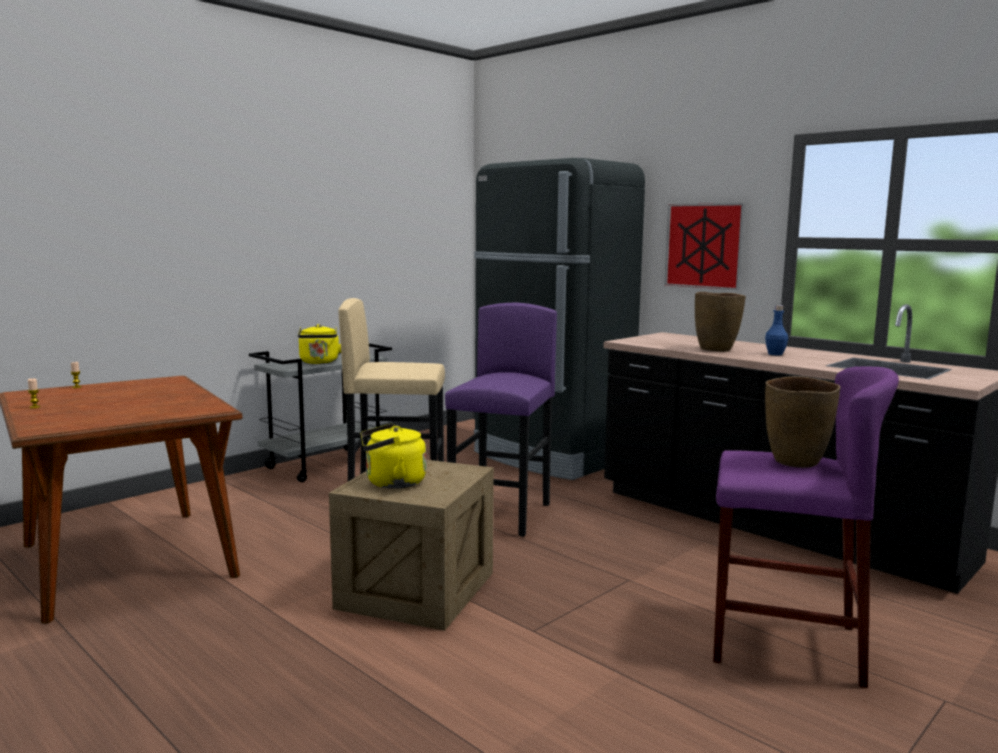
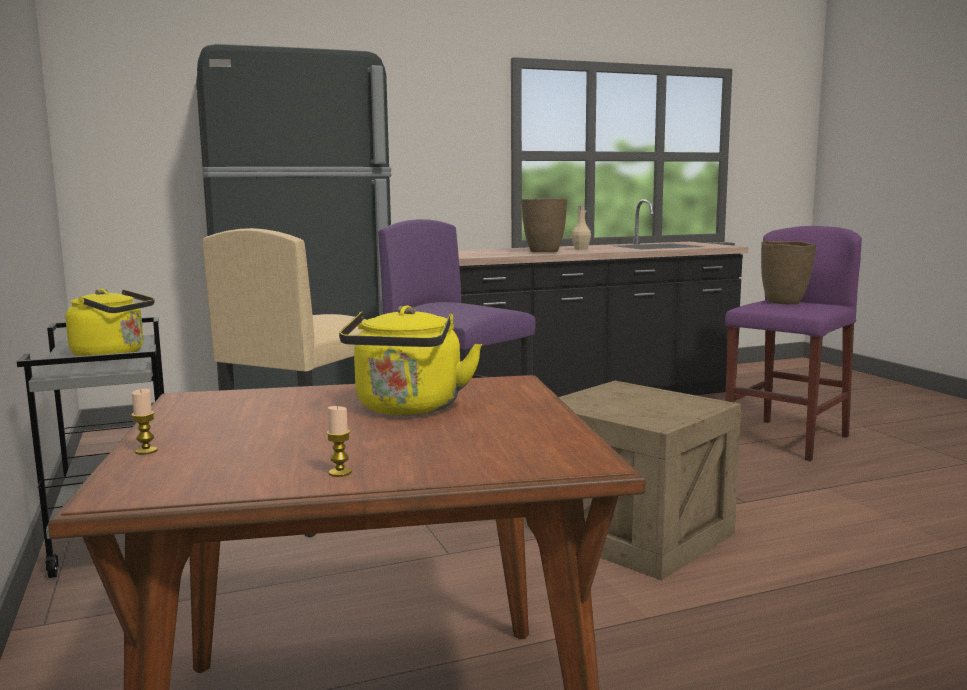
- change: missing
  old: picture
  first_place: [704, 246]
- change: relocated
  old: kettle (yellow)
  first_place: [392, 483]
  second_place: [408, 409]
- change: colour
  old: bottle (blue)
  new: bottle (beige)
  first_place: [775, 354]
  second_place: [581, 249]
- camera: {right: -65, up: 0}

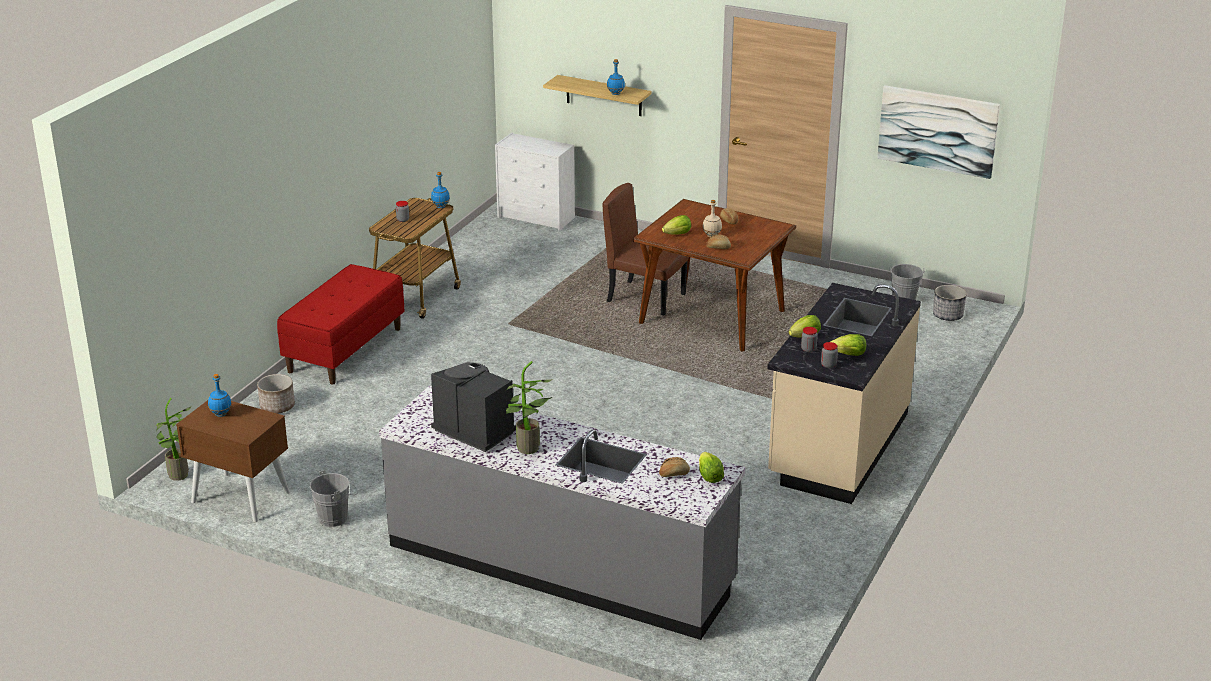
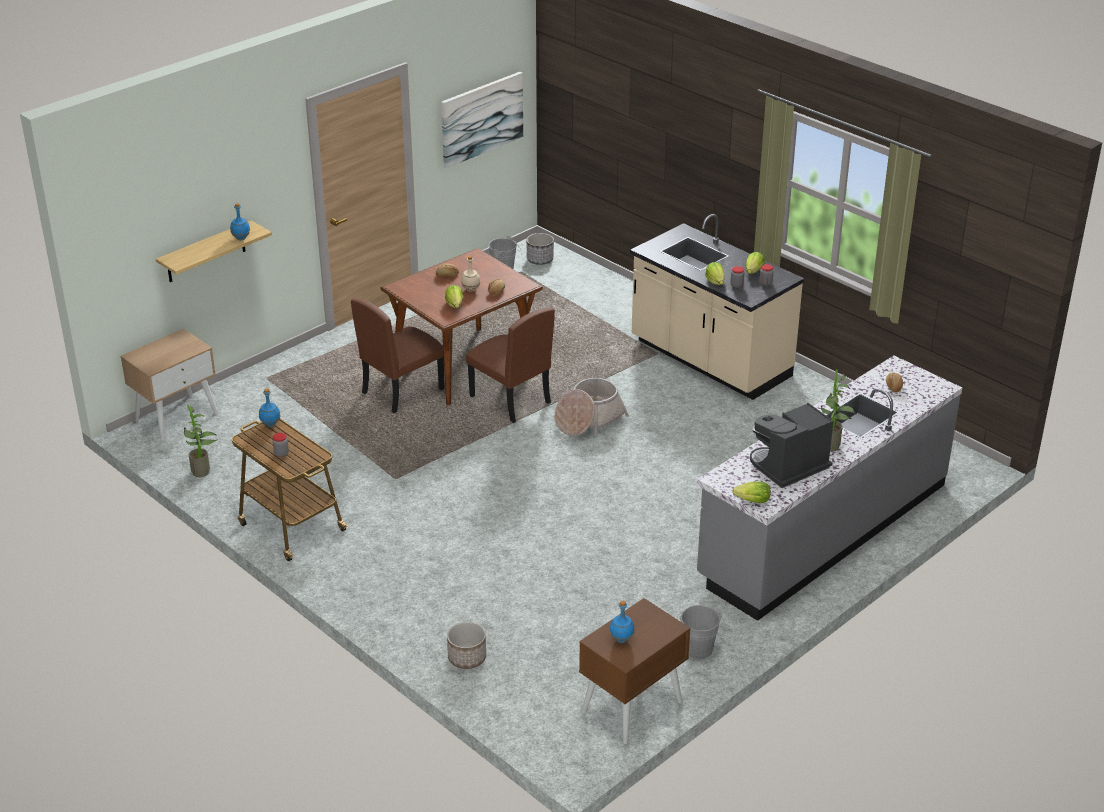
- change: missing
  old: bench (red)
  first_place: [345, 350]
- change: appeared
  new: chair (brown)
  second_place: [509, 400]
- change: appeared
  new: basket
  second_place: [588, 419]
- change: relocated
  old: potted plant
  first_place: [179, 476]
  second_place: [203, 471]
- change: relocated
  old: lettuce
  first_place: [709, 477]
  second_place: [753, 501]
- change: exchanged
  old: dresser (white)
  new: nightstand (beige)
  first_place: [537, 217]
  second_place: [177, 416]
- camera: {right: -70, up: 5}

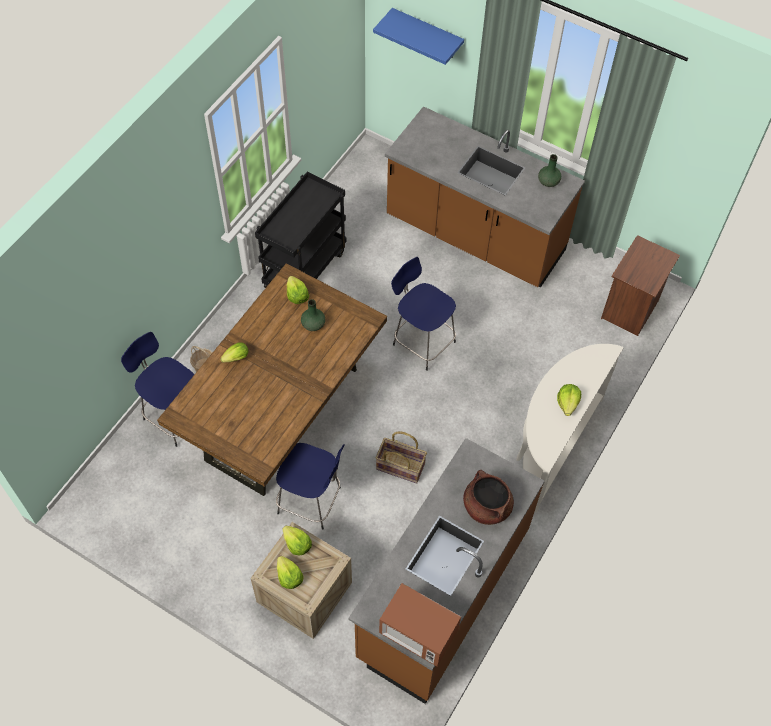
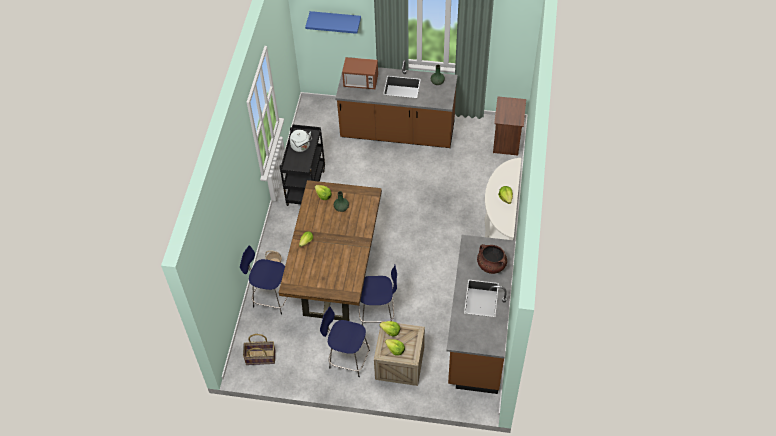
- change: appeared
  new: kettle (white)
  second_place: [301, 147]
- change: relocated
  old: basket
  first_place: [401, 466]
  second_place: [260, 357]
- change: relocated
  old: microwave
  first_place: [418, 633]
  second_place: [360, 82]
- change: relocated
  old: stool (blue)
  first_place: [422, 342]
  second_place: [348, 358]
- camera: {right: -20, up: -5}

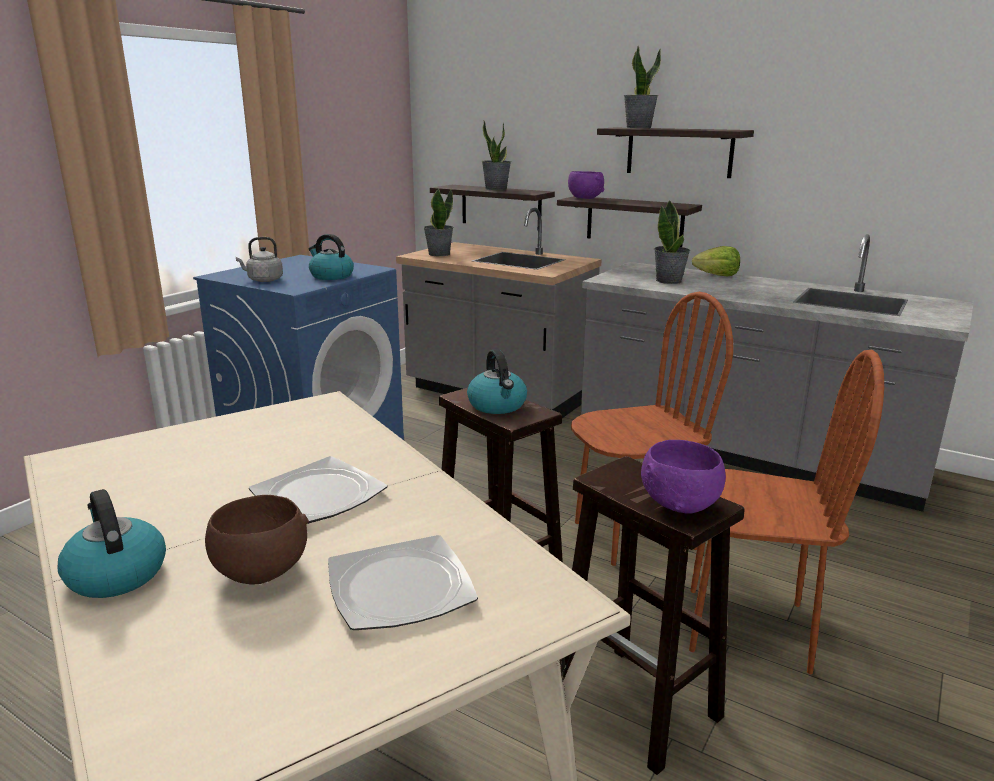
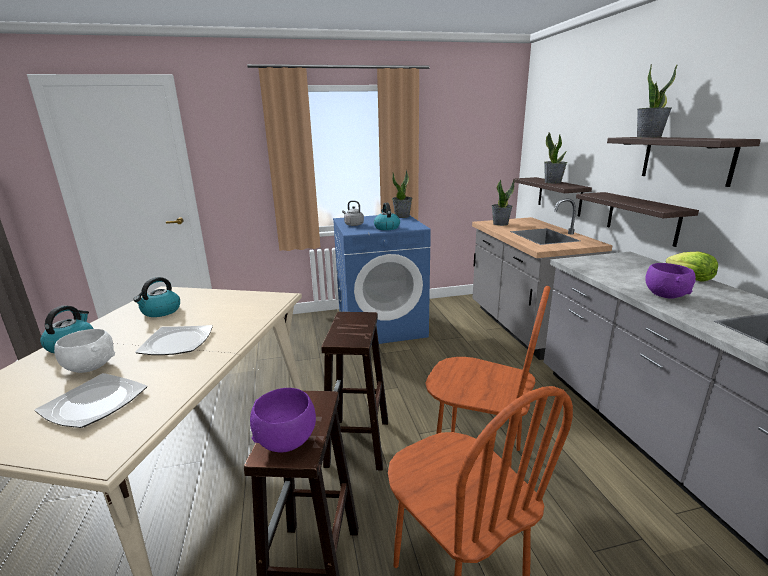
- change: relocated
  old: kettle
  first_place: [497, 405]
  second_place: [161, 311]
- change: relocated
  old: bowl (purple)
  first_place: [585, 198]
  second_place: [665, 295]
- change: relocated
  old: potted plant
  first_place: [669, 281]
  second_place: [402, 216]
- change: colour
  old: bowl (brown)
  new: bowl (white)
  first_place: [259, 572]
  second_place: [90, 367]
- camera: {right: 45, up: 0}

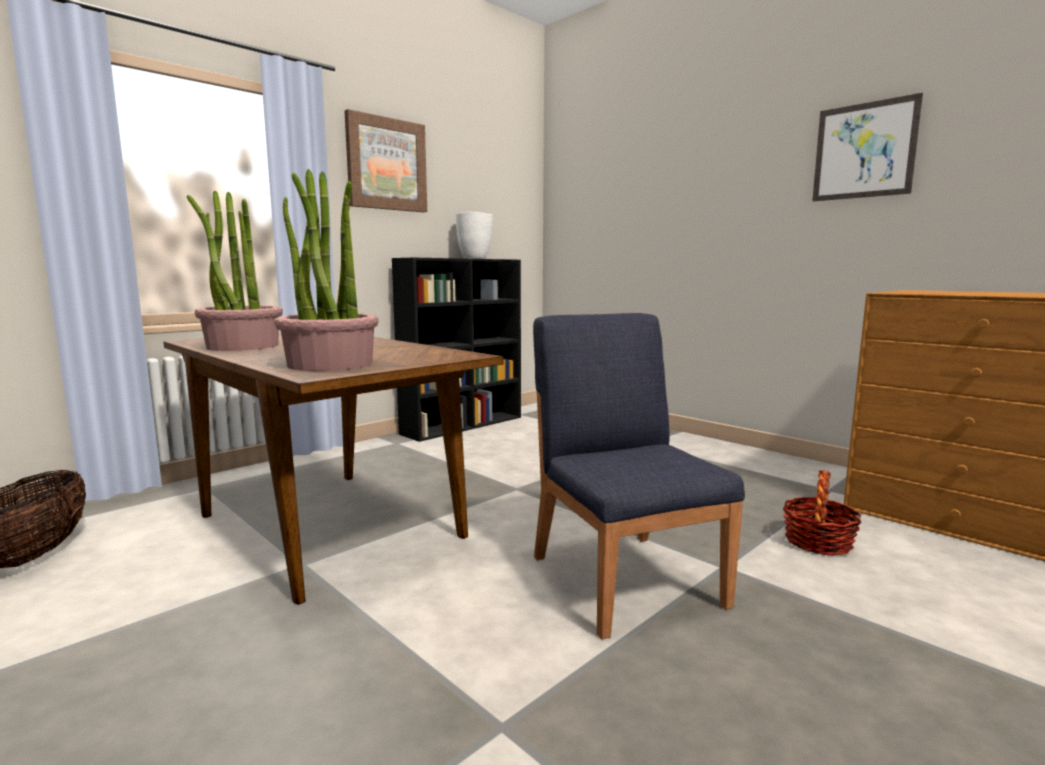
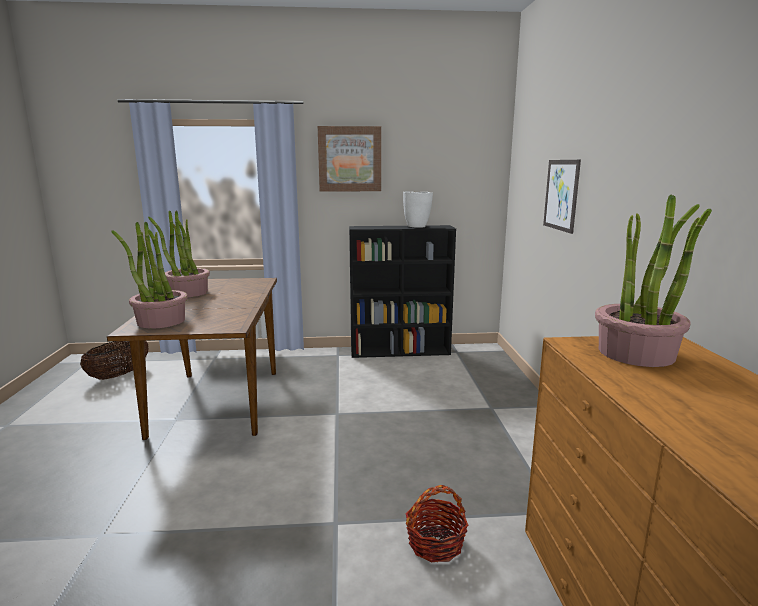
- change: missing
  old: chair (blue)
  first_place: [625, 578]
- change: appeared
  new: potted plant
  second_place: [636, 353]
- change: relocated
  old: picture
  first_place: [864, 151]
  second_place: [561, 195]
- camera: {right: 40, up: 5}

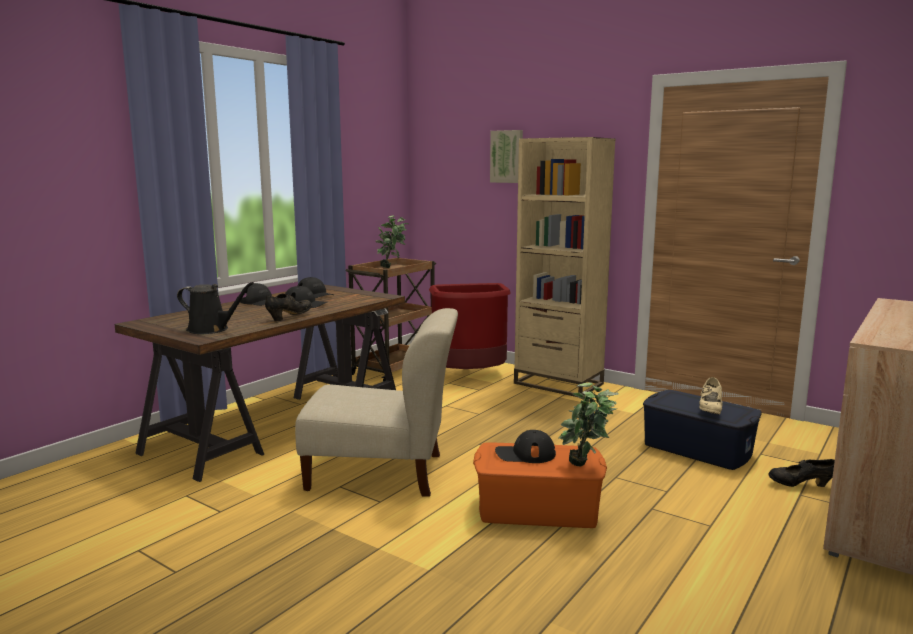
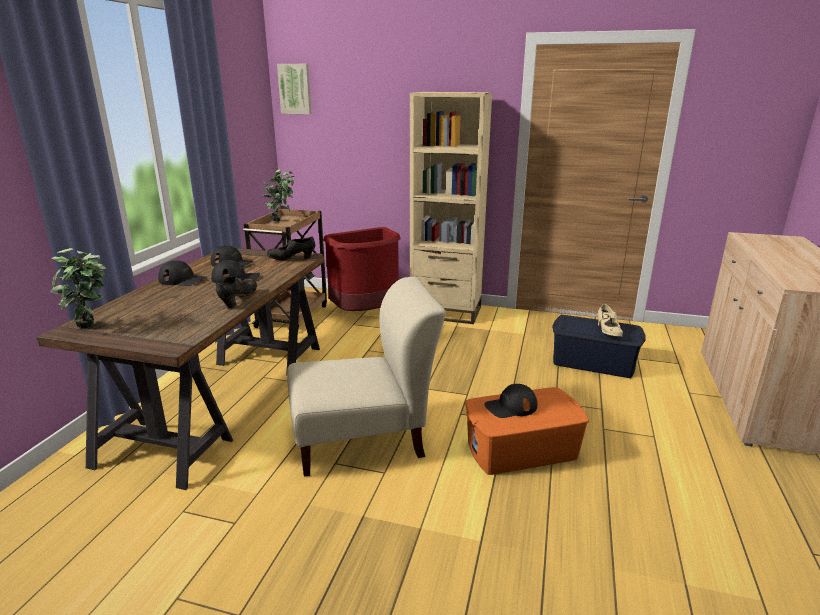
- change: missing
  old: watering can (black)
  first_place: [211, 329]
- change: relocated
  old: picture
  first_place: [507, 156]
  second_place: [295, 89]
- change: relocated
  old: potted plant
  first_place: [586, 467]
  second_place: [91, 328]
- change: relocated
  old: shoe (black)
  first_place: [800, 485]
  second_place: [292, 259]
- camera: {right: -20, up: 10}

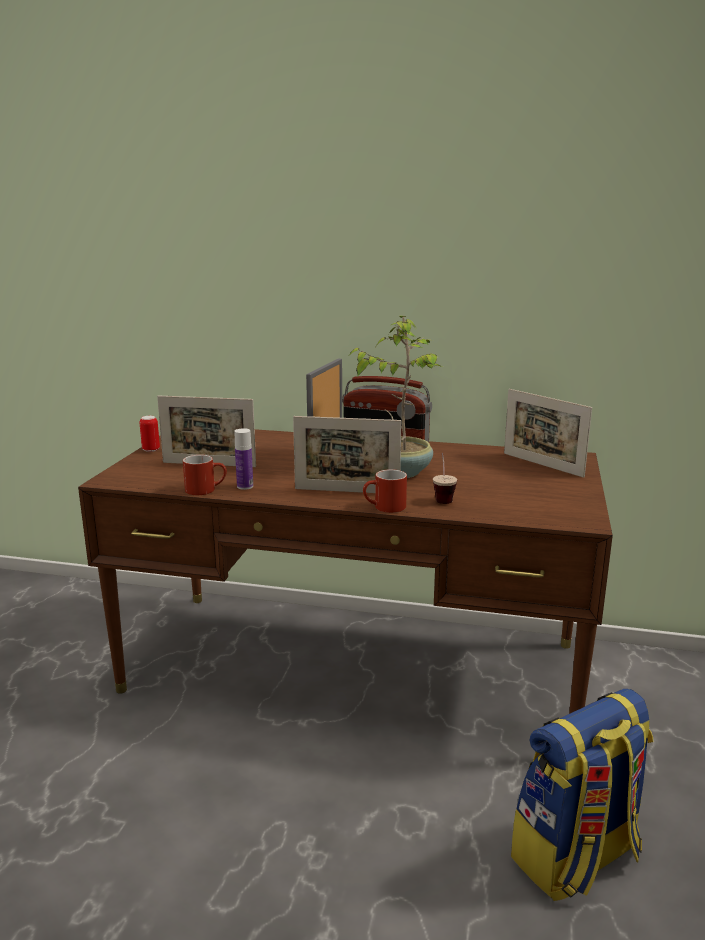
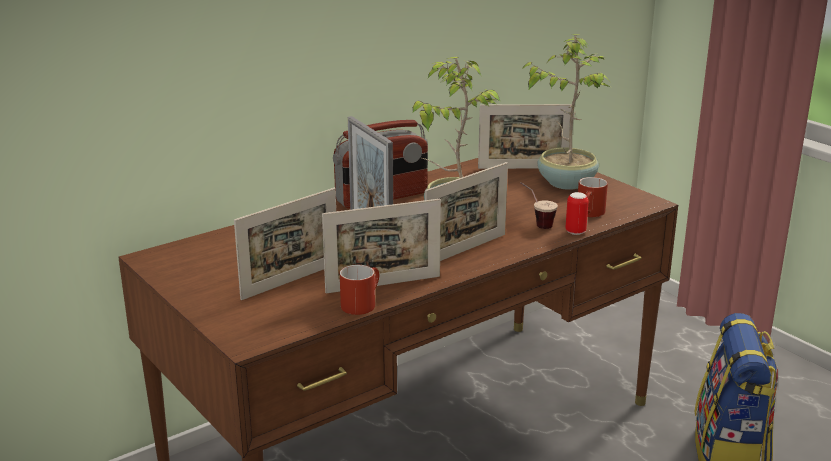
- change: appeared
  new: potted plant
  second_place: [566, 182]
- change: relocated
  old: can
  first_place: [151, 450]
  second_place: [575, 232]
- change: relocated
  old: mug (red)
  first_place: [384, 508]
  second_place: [590, 214]
- change: exchanged
  old: bottle
  new: picture frame
  first_place: [245, 486]
  second_place: [383, 284]
- camera: {right: -50, up: 5}

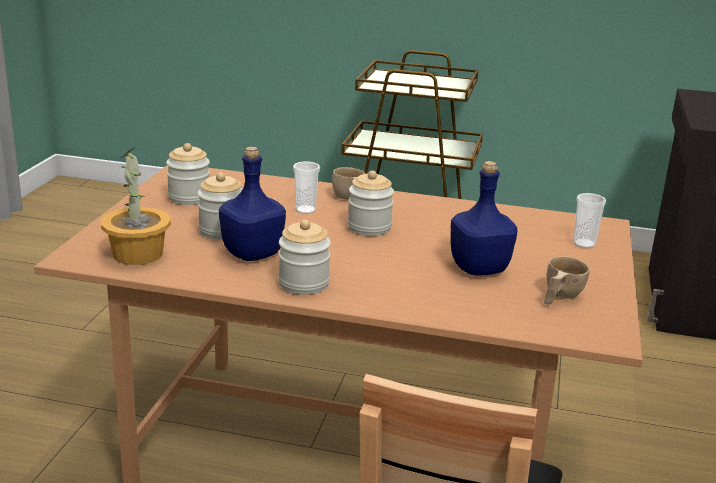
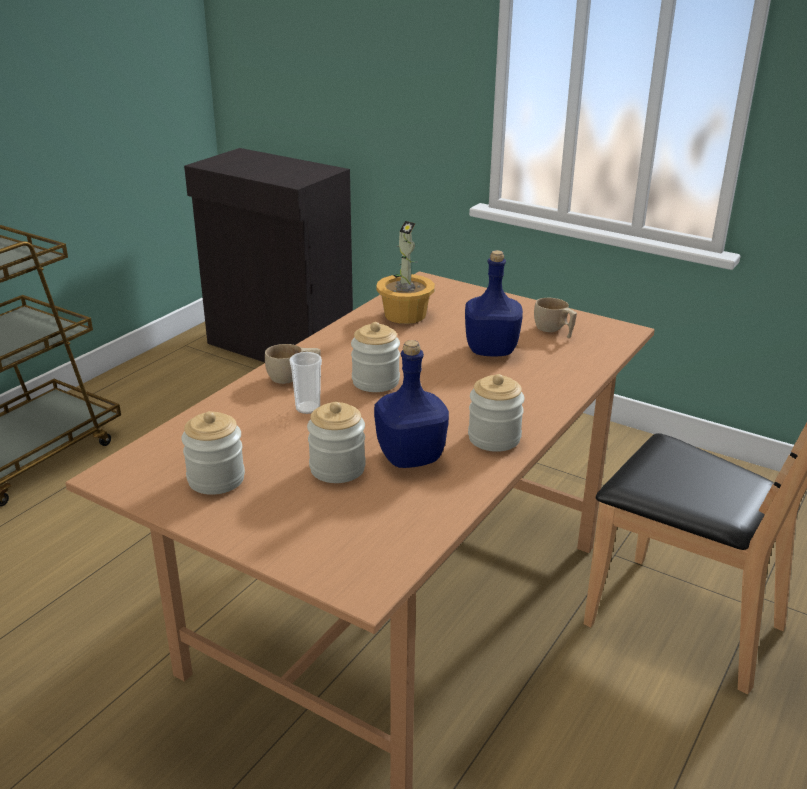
- change: missing
  old: cup
  first_place: [584, 244]
- change: relocated
  old: potted plant
  first_place: [138, 254]
  second_place: [405, 314]
- camera: {right: -70, up: 5}

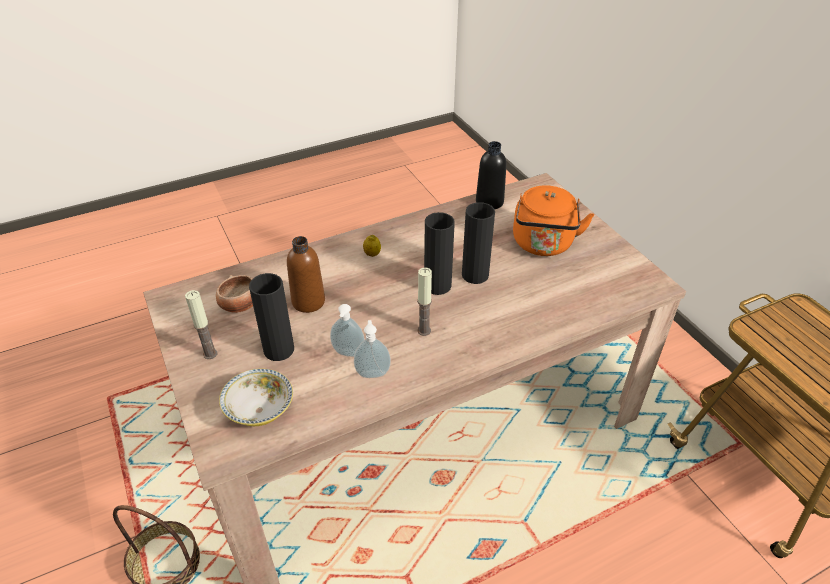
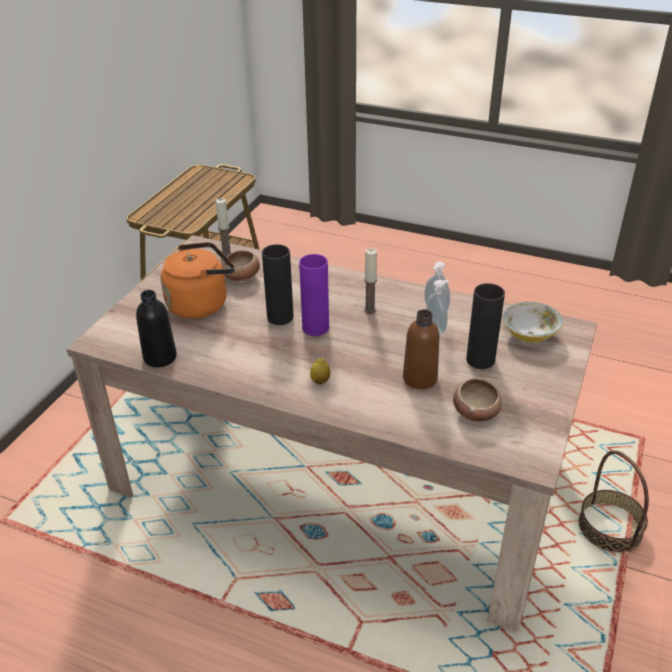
- change: appeared
  new: bowl
  second_place: [242, 277]
- change: relocated
  old: candle
  first_place: [210, 354]
  second_place: [227, 256]
- change: colour
  old: vase (black)
  new: vase (purple)
  first_place: [437, 285]
  second_place: [315, 328]
- camera: {right: -130, up: -5}

